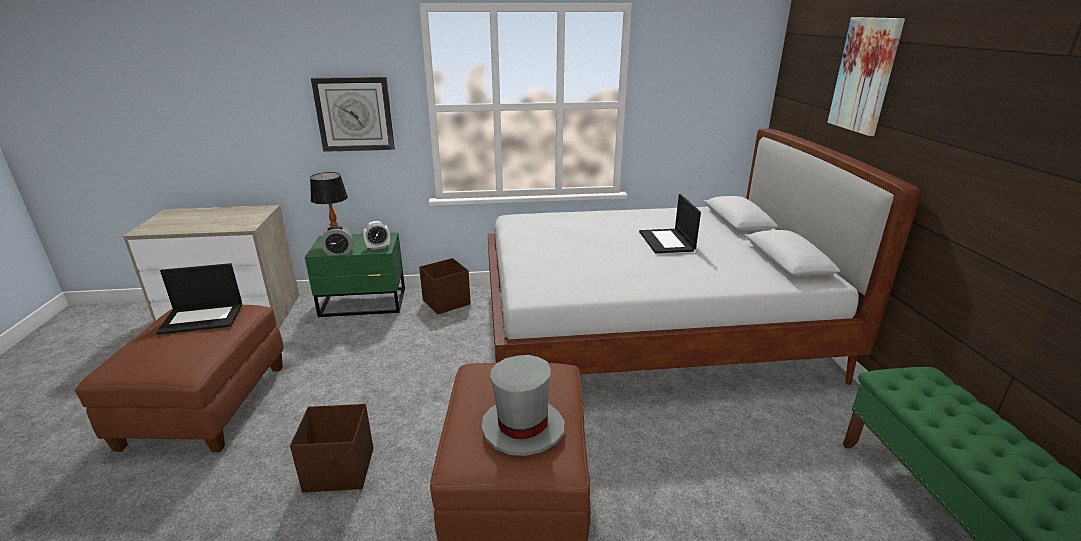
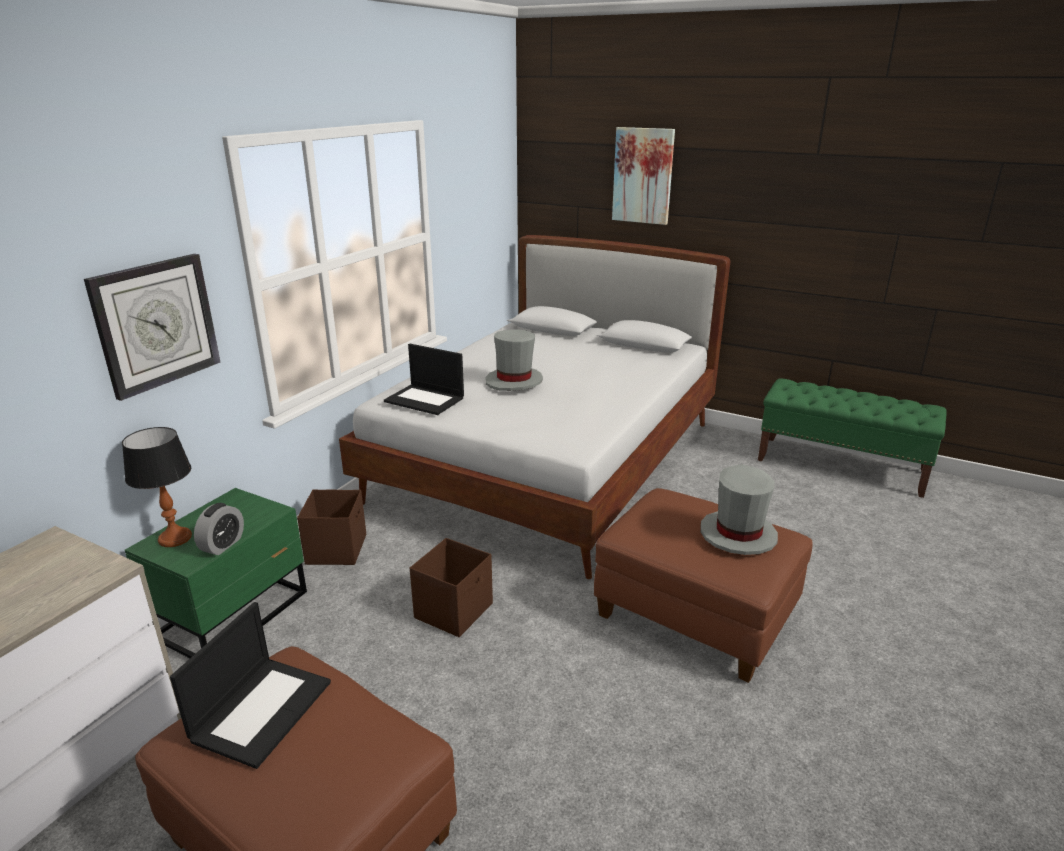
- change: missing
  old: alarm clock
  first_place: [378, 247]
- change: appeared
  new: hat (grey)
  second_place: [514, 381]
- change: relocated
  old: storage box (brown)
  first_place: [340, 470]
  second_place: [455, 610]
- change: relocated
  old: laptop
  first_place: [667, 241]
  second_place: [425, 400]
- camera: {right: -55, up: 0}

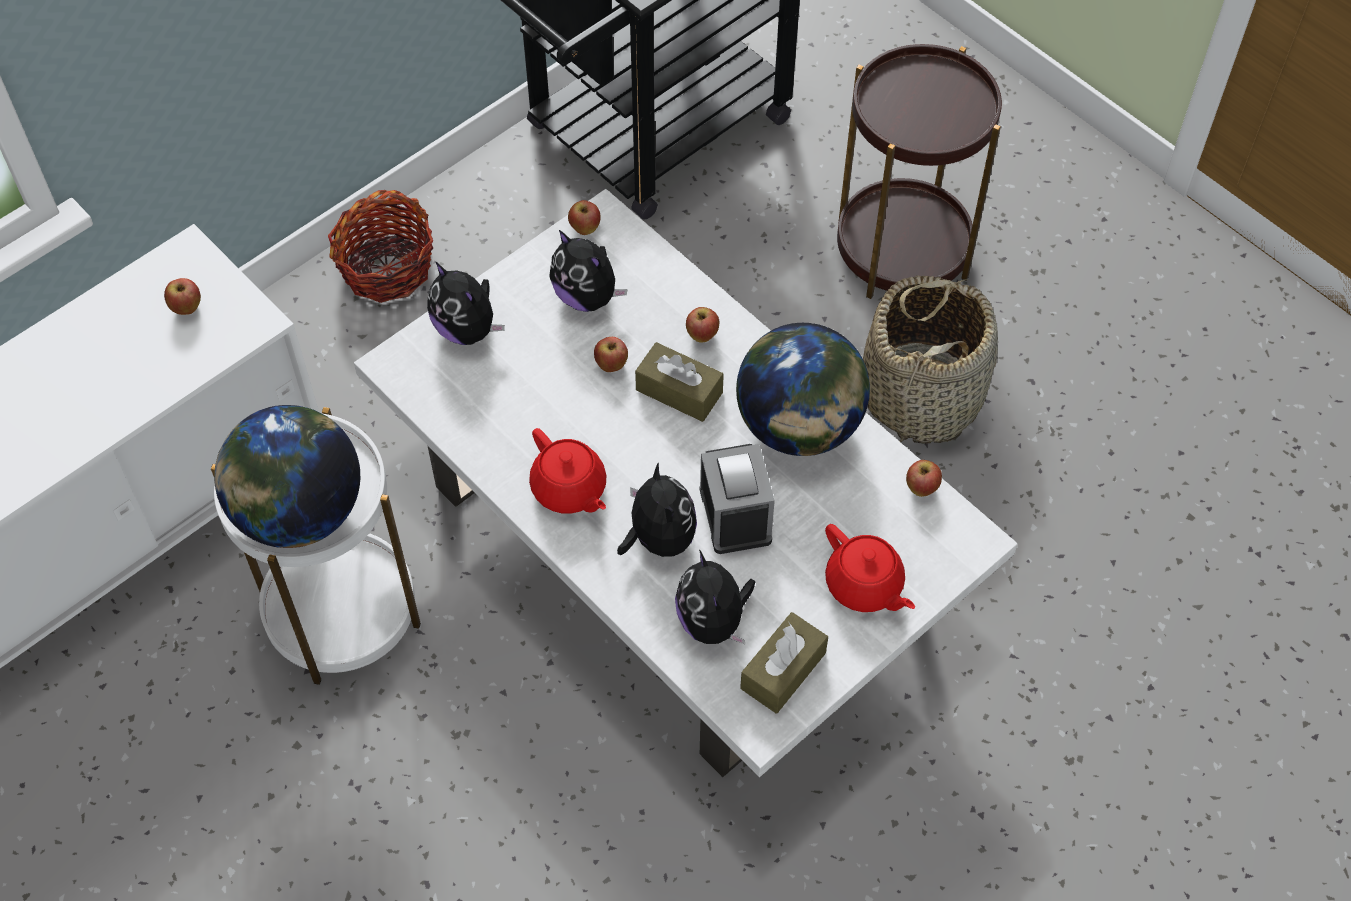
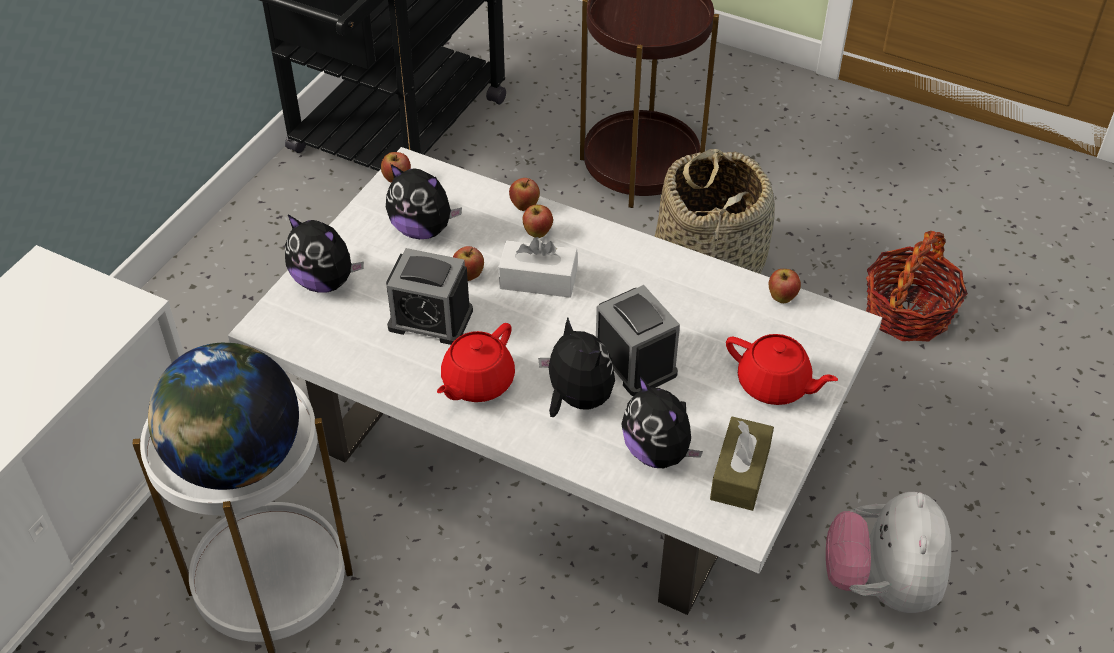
- change: missing
  old: globe
  first_place: [799, 426]
- change: appeared
  new: alarm clock
  second_place: [430, 319]
- change: appeared
  new: plush toy
  second_place: [881, 584]
- change: relocated
  old: apple
  first_place: [187, 308]
  second_place: [524, 206]
- change: relocated
  old: basket
  first_place: [386, 267]
  second_place: [908, 312]
- change: colour
  old: tissue box (brown)
  new: tissue box (white)
  first_place: [679, 391]
  second_place: [538, 280]
- change: spun
  old: teapot (red)
  first_place: [569, 489]
  second_place: [476, 382]
  degrees: 90
- camera: {right: -20, up: -10}

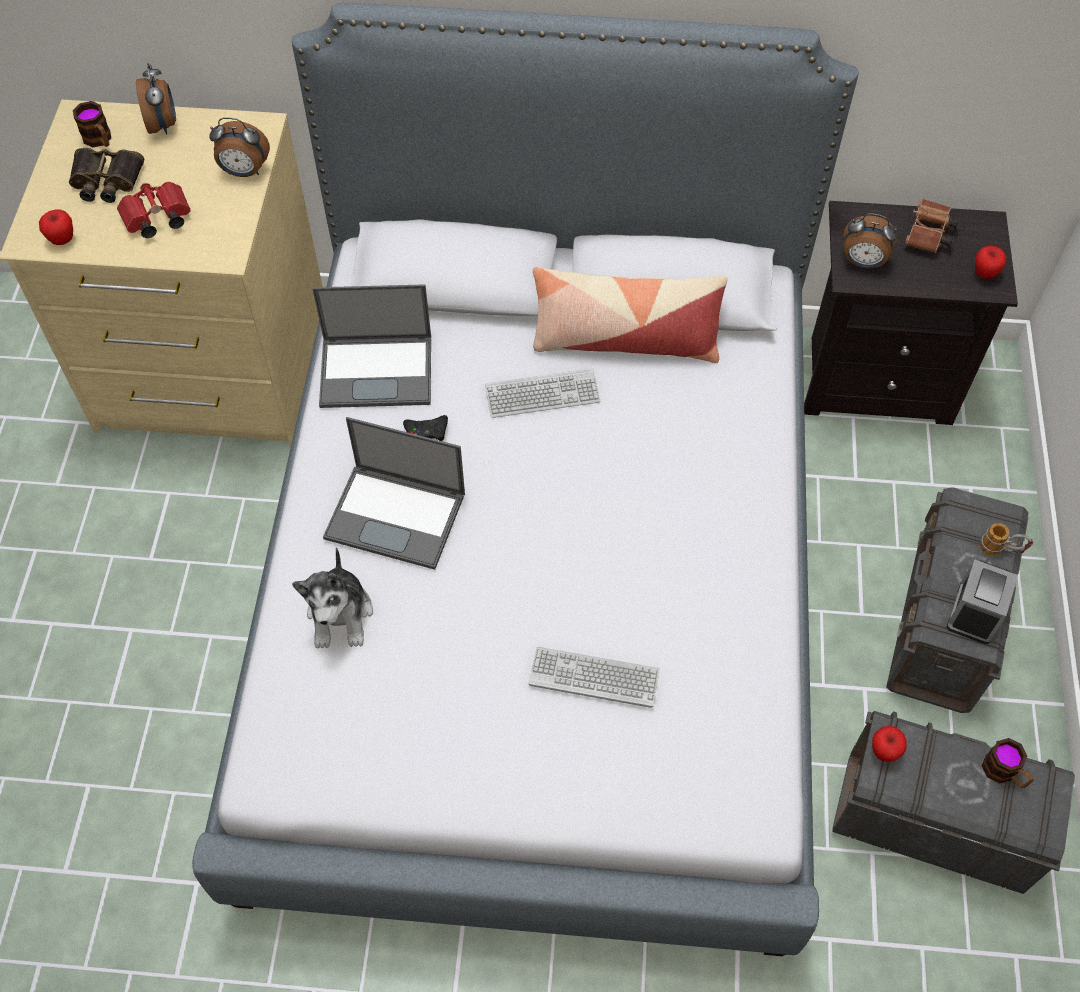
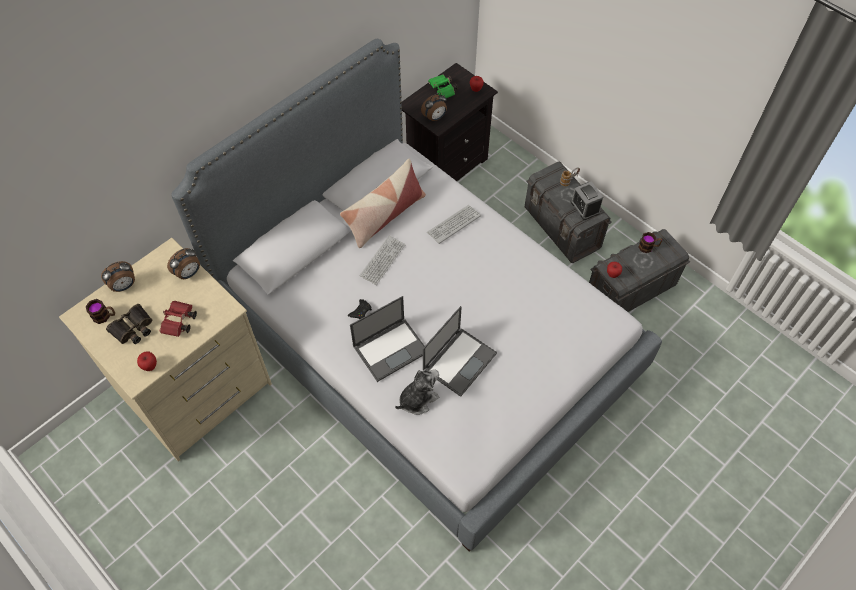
- change: relocated
  old: laptop
  first_place: [378, 371]
  second_place: [460, 360]
- change: relocated
  old: keyboard
  first_place: [594, 677]
  second_place: [453, 224]
- change: colour
  old: binoculars (brown)
  new: binoculars (green)
  first_place: [928, 236]
  second_place: [443, 91]
- change: spun
  old: alarm clock
  first_place: [163, 125]
  second_place: [124, 286]
  degrees: 120
- change: spun
  old: plush toy
  first_place: [340, 614]
  second_place: [417, 399]
  degrees: -75
- camera: {right: -50, up: 0}

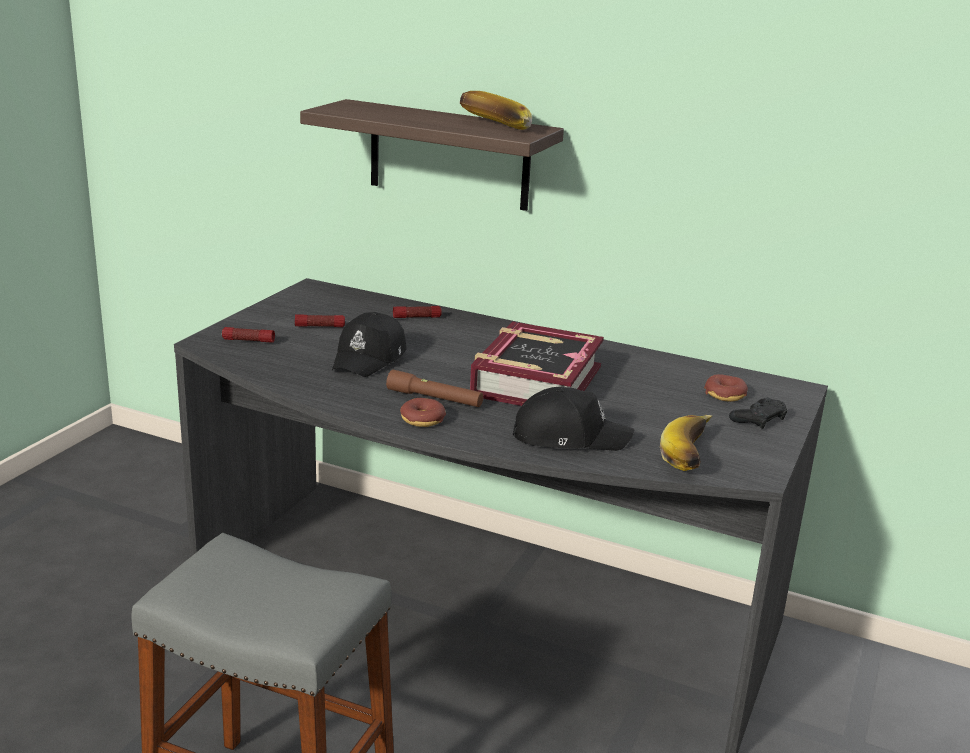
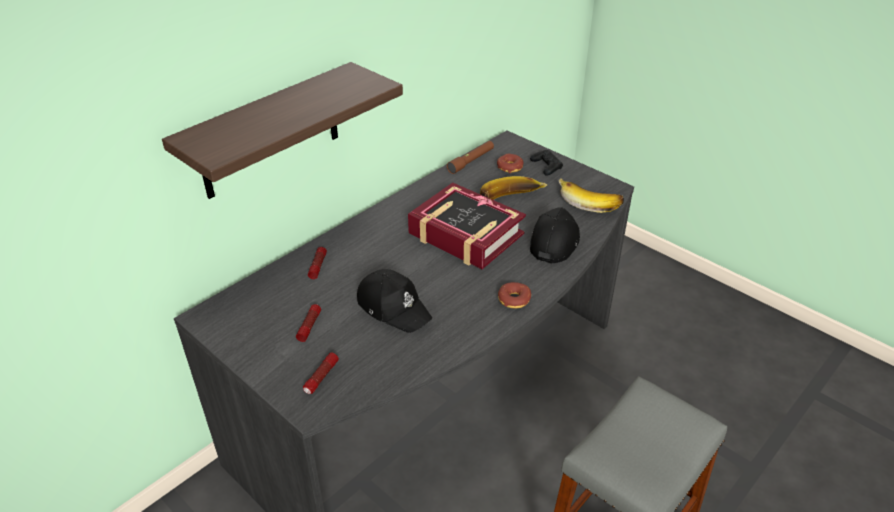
- change: relocated
  old: flashlight (brown)
  first_place: [434, 398]
  second_place: [471, 161]
- change: relocated
  old: banana
  first_place: [493, 126]
  second_place: [511, 200]
- camera: {right: -70, up: 15}

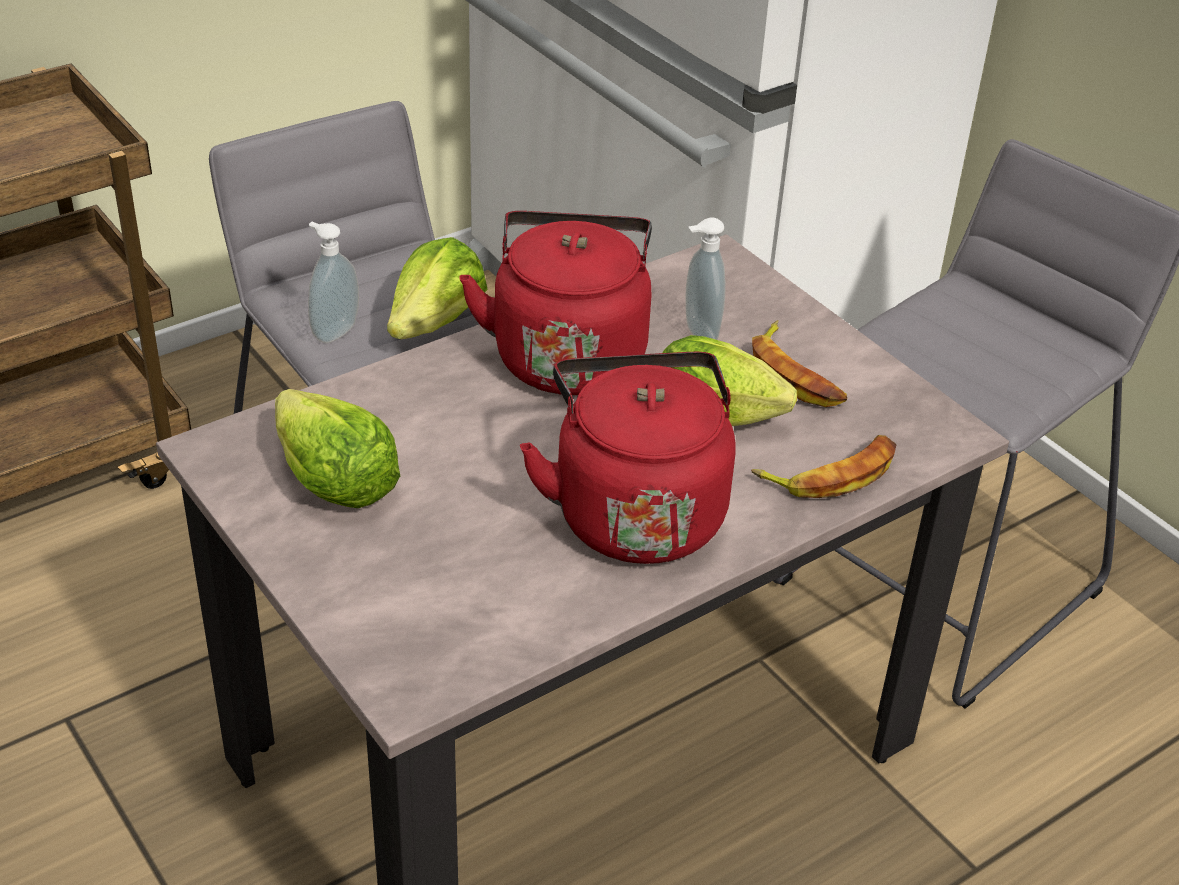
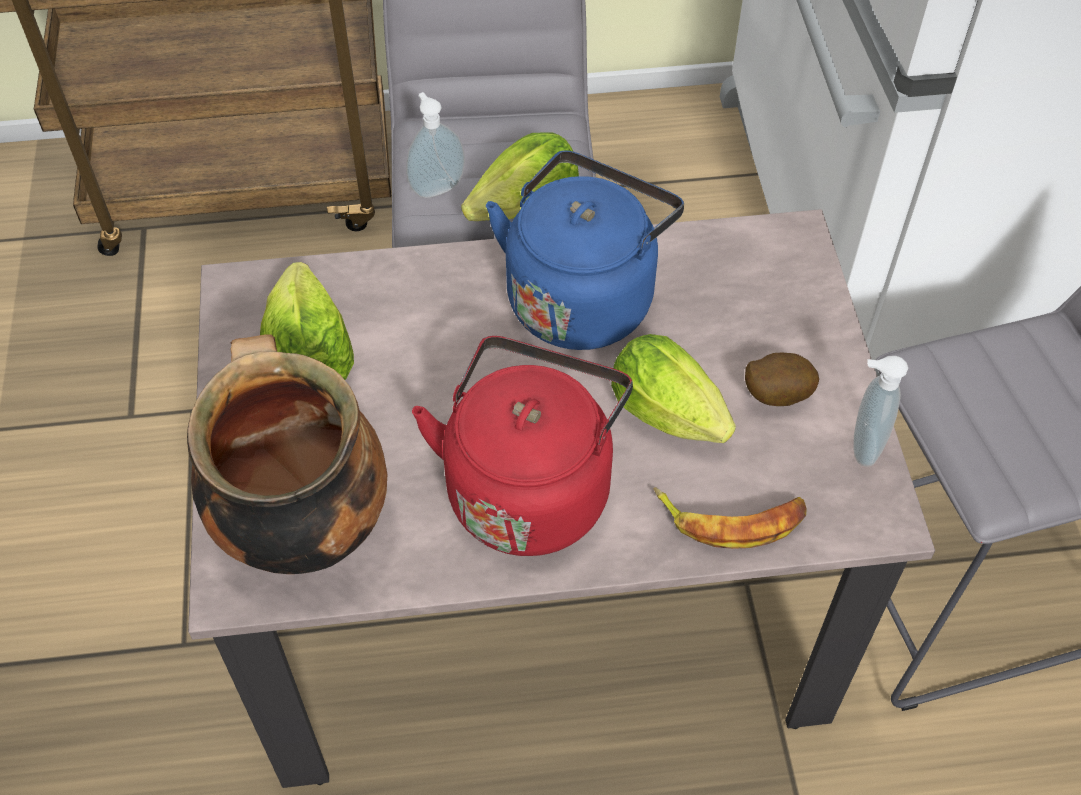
- change: appeared
  new: cooking pot
  second_place: [302, 526]
- change: relocated
  old: soap dispenser
  first_place: [697, 333]
  second_place: [861, 445]
- change: exchanged
  old: banana
  new: potato
  first_place: [795, 374]
  second_place: [775, 394]
- change: colour
  old: kettle (red)
  new: kettle (blue)
  first_place: [568, 354]
  second_place: [583, 296]
- camera: {right: 30, up: 15}

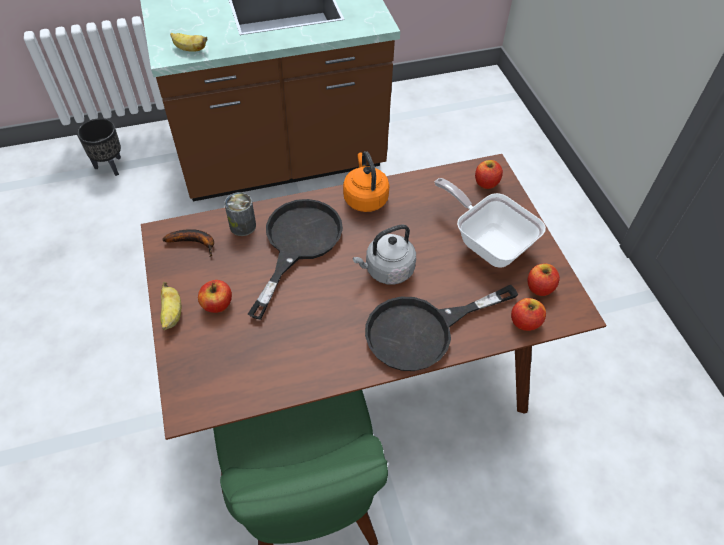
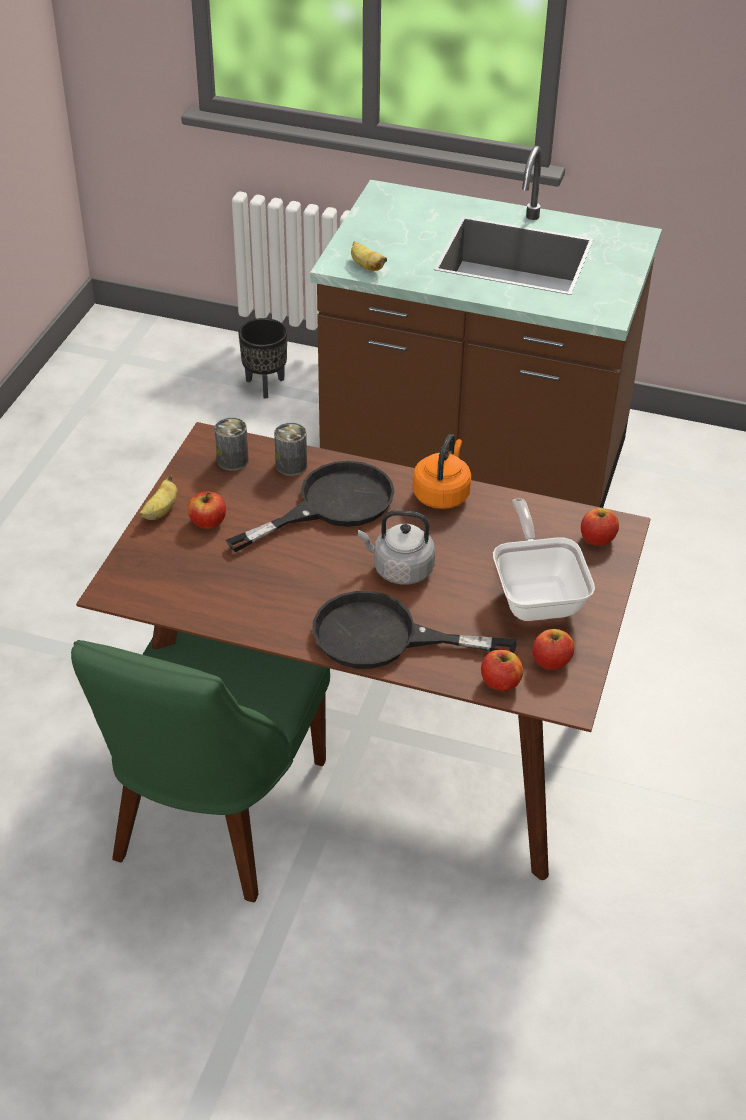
- change: exchanged
  old: banana
  new: can
  first_place: [195, 243]
  second_place: [232, 460]
- camera: {right: 35, up: -10}

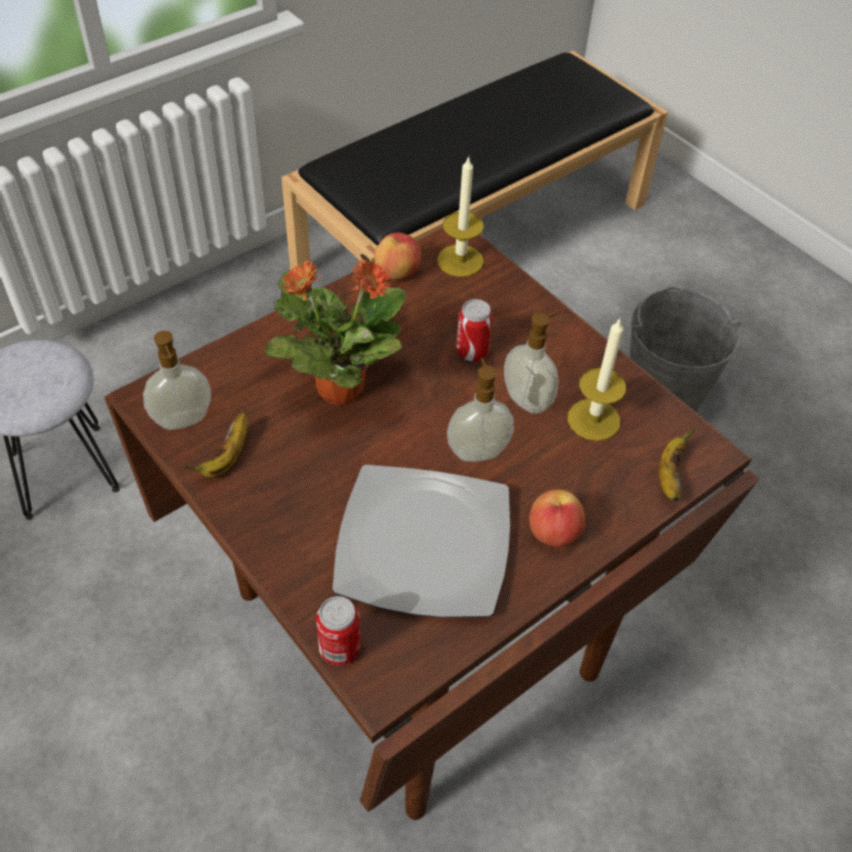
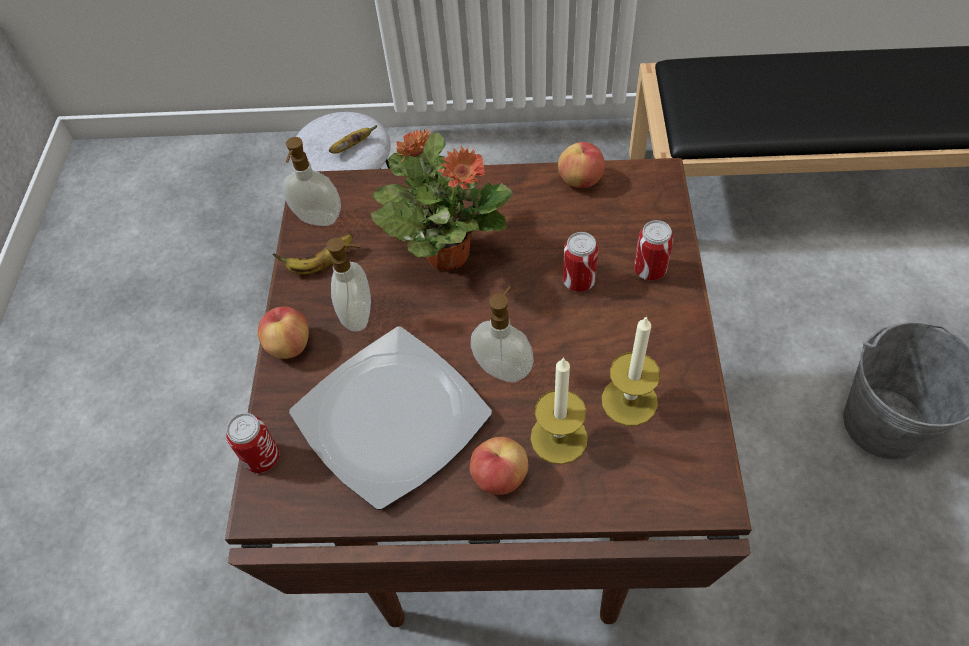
- change: appeared
  new: apple
  second_place: [289, 345]
- change: appeared
  new: can
  second_place: [649, 270]
- change: relocated
  old: candle
  first_place: [460, 260]
  second_place: [559, 438]
- change: relocated
  old: soap dispenser
  first_place: [528, 400]
  second_place: [359, 315]
- change: relocated
  old: banana
  first_place: [669, 475]
  second_place: [352, 146]
- camera: {right: 45, up: 5}

